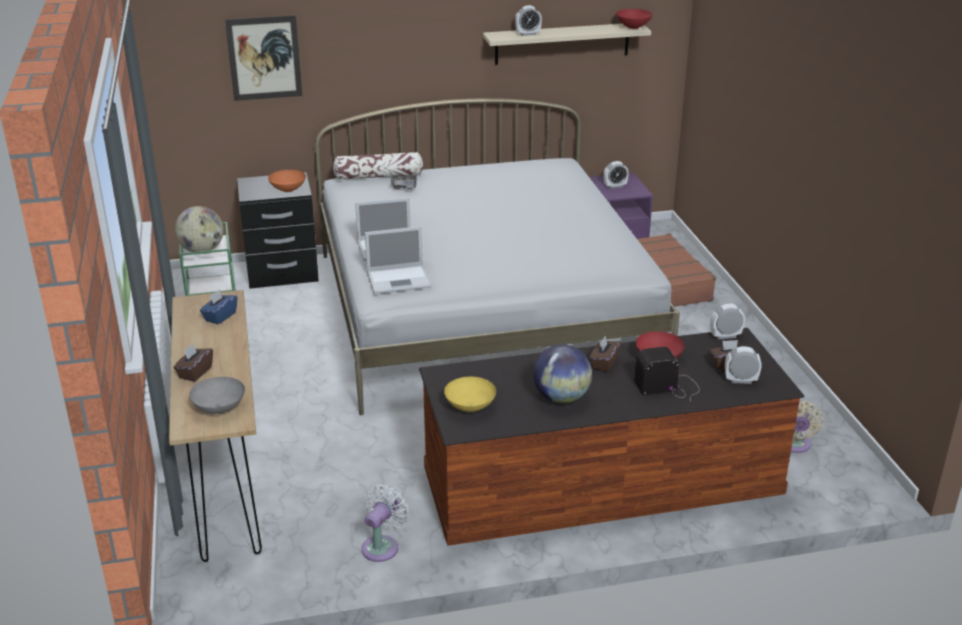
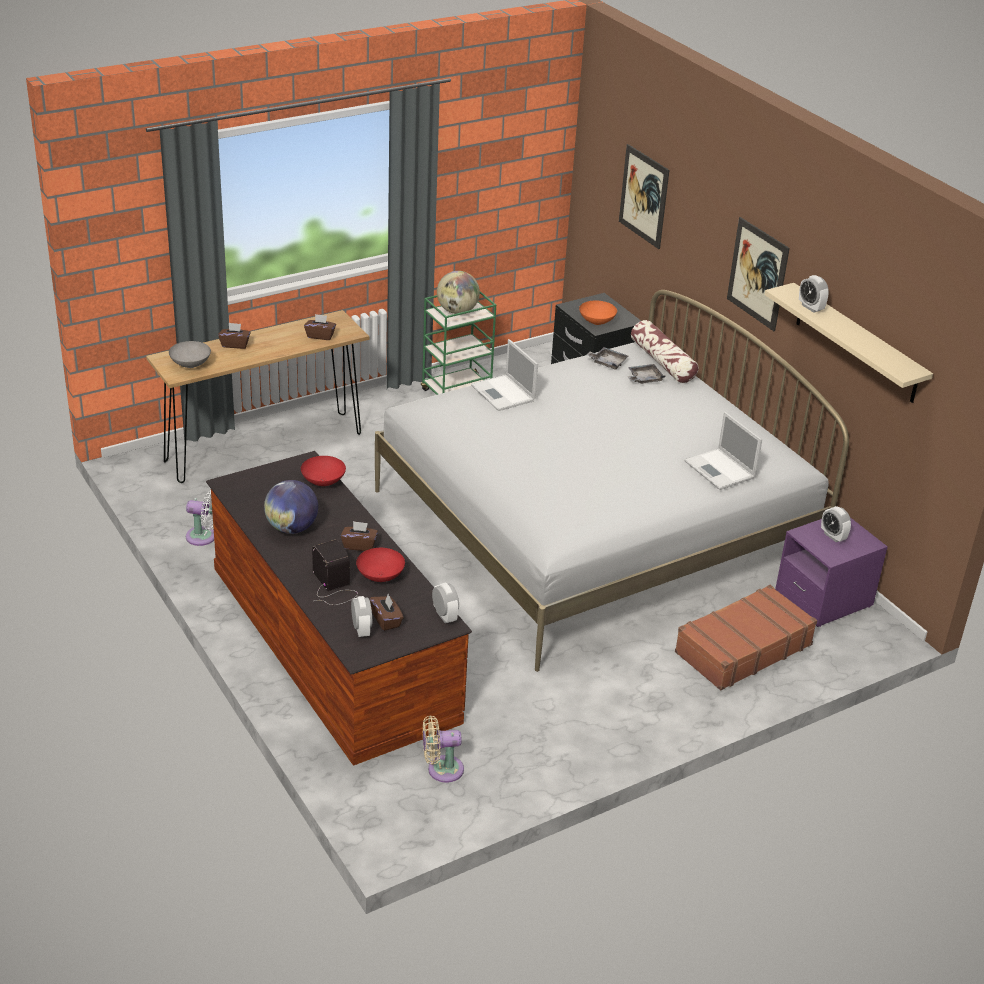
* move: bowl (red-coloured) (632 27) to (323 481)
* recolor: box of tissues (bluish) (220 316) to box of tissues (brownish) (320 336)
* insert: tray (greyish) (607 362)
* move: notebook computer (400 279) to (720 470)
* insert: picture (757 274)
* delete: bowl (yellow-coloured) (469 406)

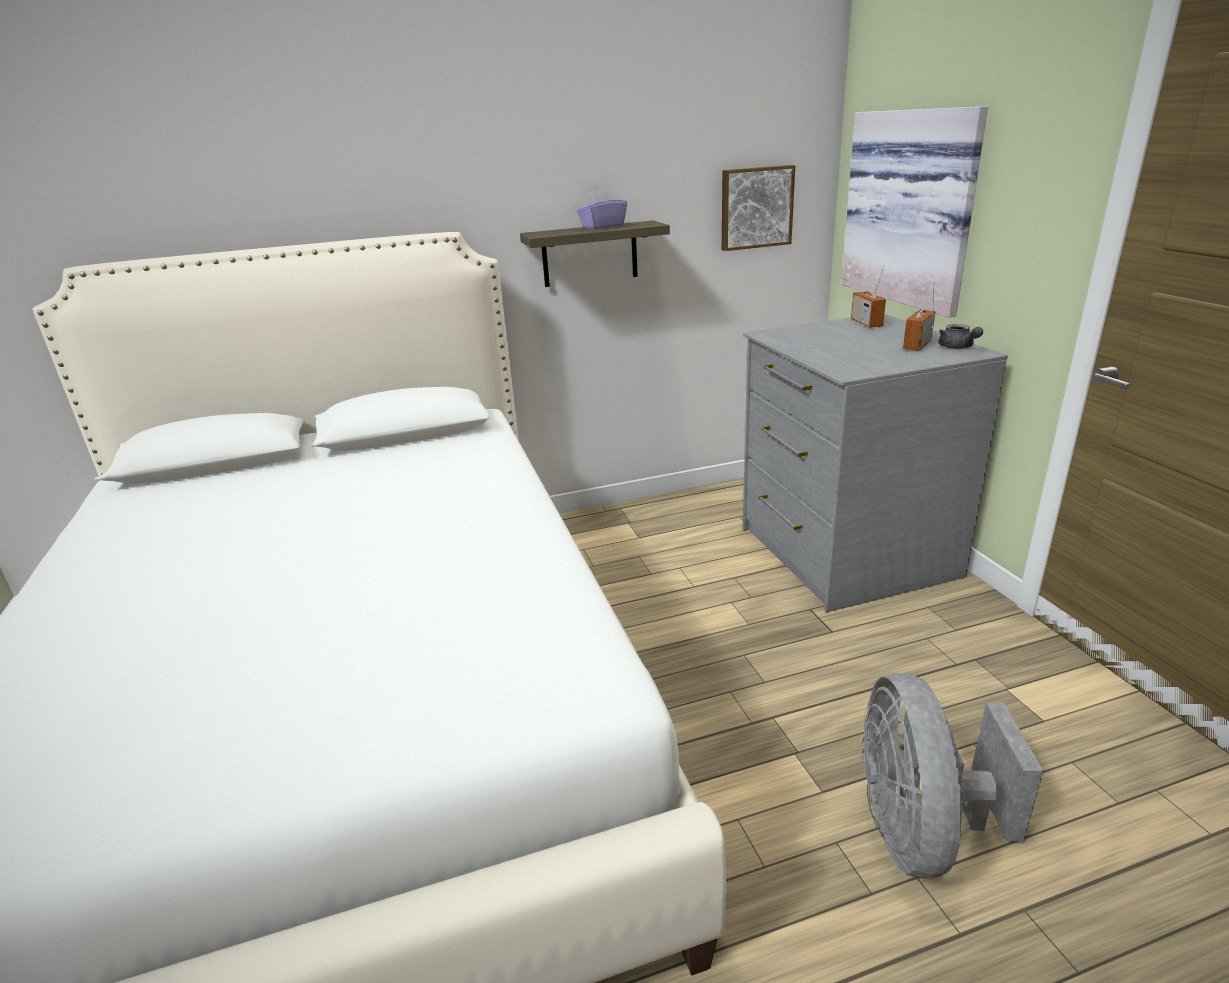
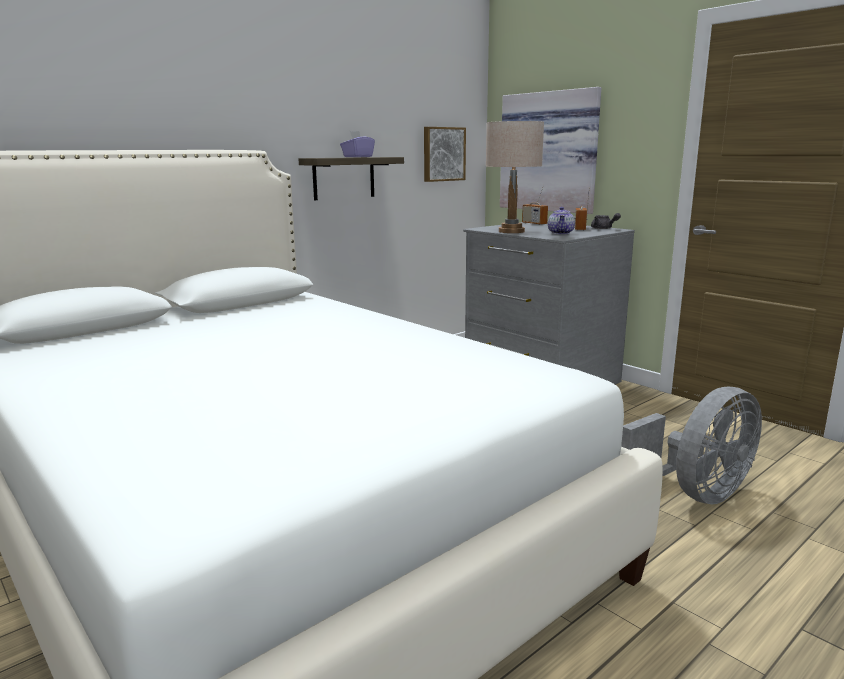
* insert: tabletop lamp (sand-coloured) (511 231)
* insert: pot for tea (561 233)
* rotate: fan (greyish) (919 831) = (696 493) 105 degrees counterclockwise

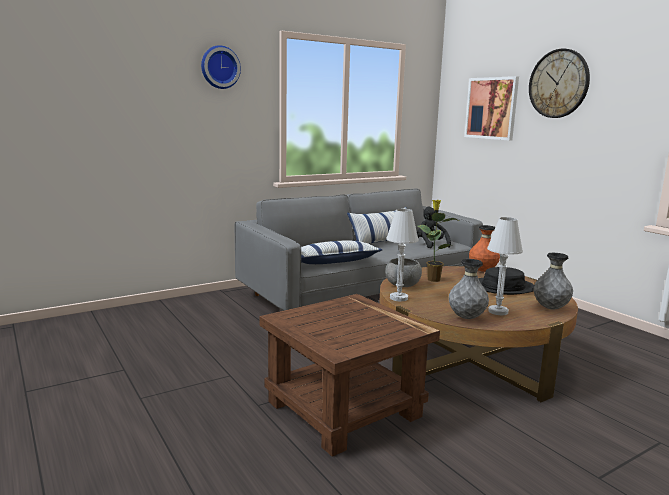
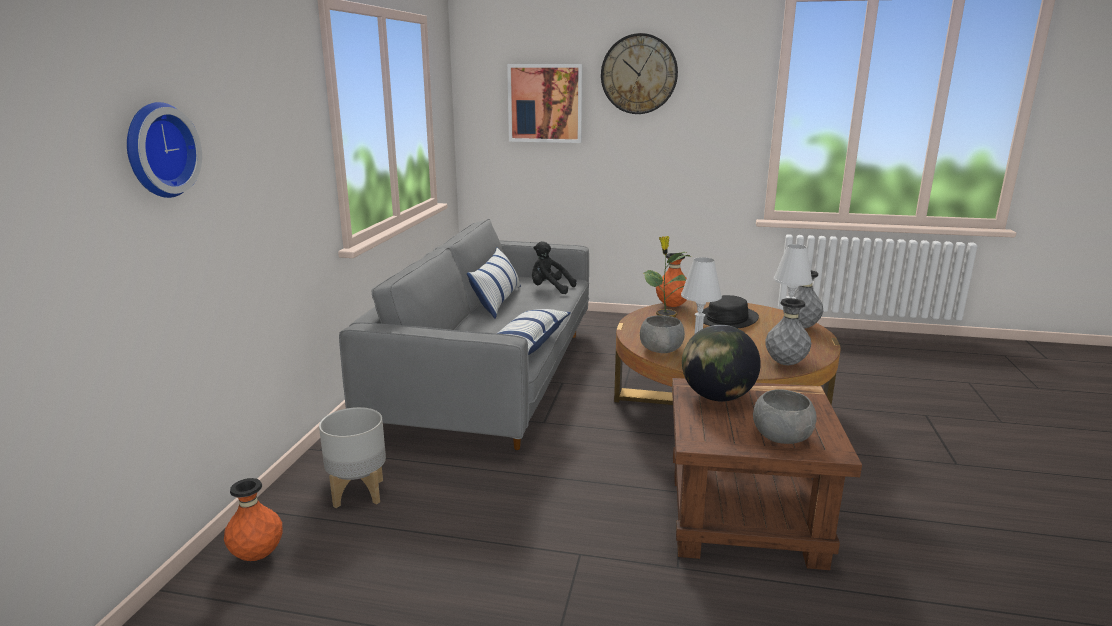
* move: clock on the wall (219 67) to (157 150)
* insert: decorative vase (orangey) (257 555)
* insert: flower pot (greyish) (359 493)
* insert: world globe (717 397)
* insert: bowl (greyish) (781 437)

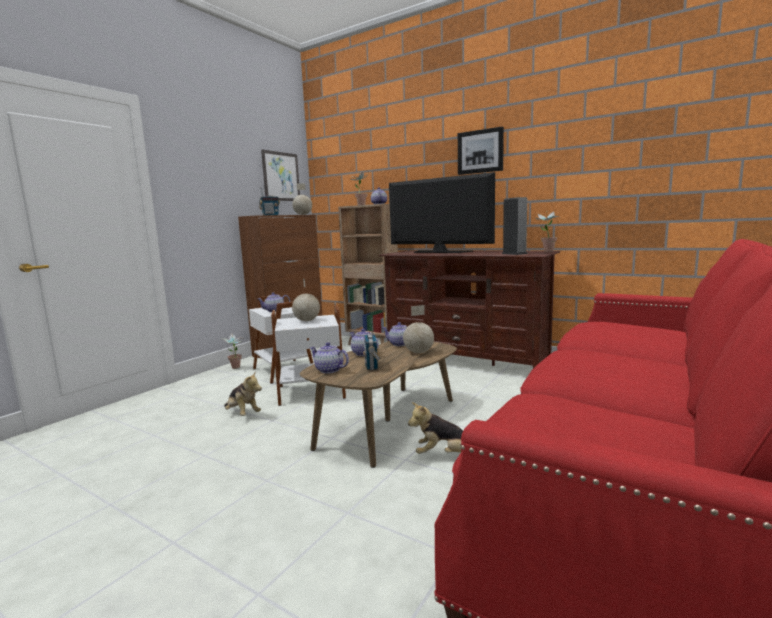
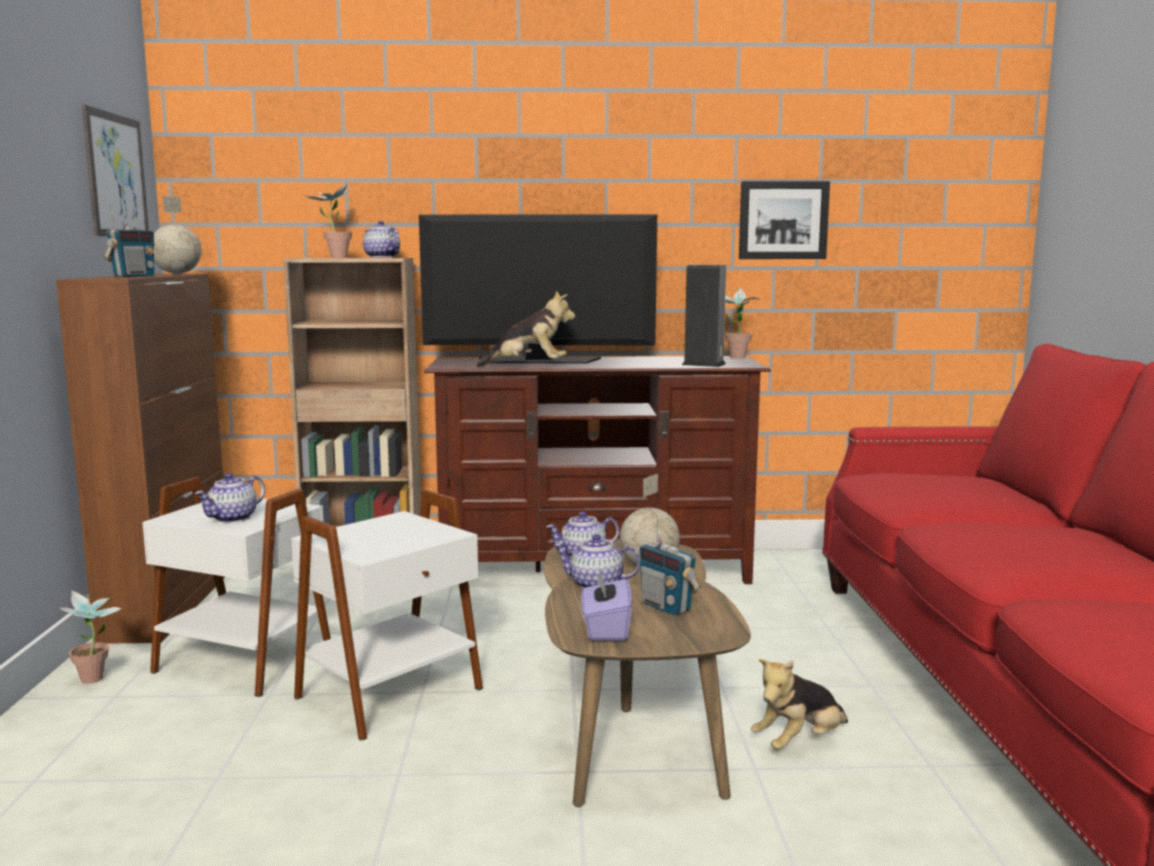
* move: plush toy (242 414) to (528 367)
* replace: pot for tea (329 370) to box of tissues (purple) (605 629)
* move: picture (480 151) to (783 220)
* delete: world globe (307 320)

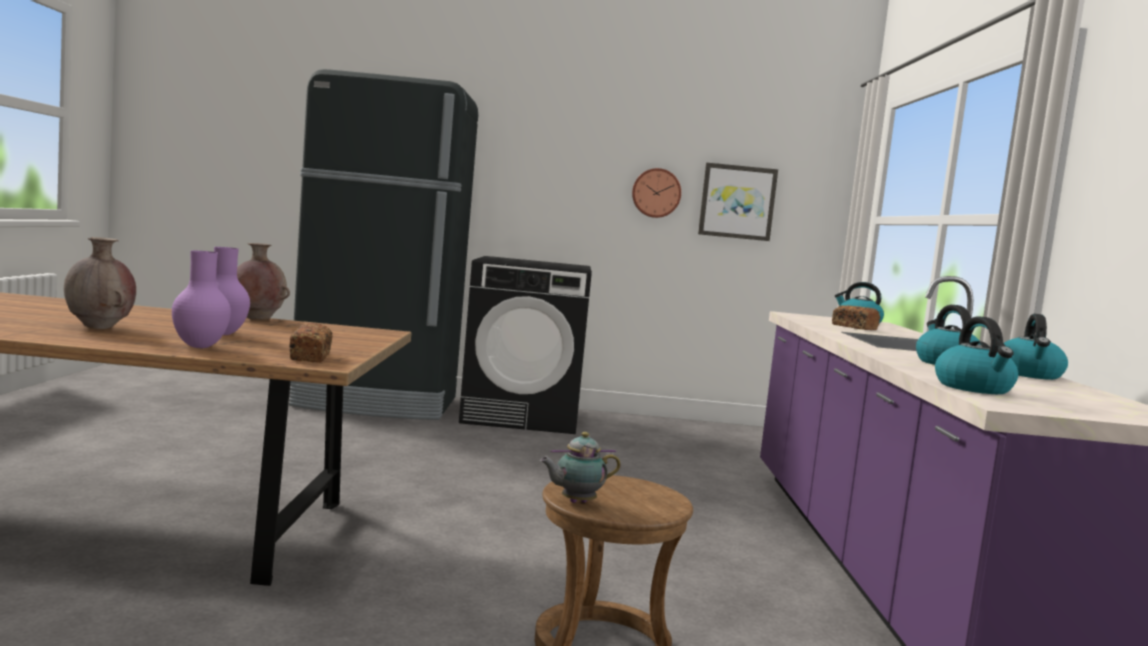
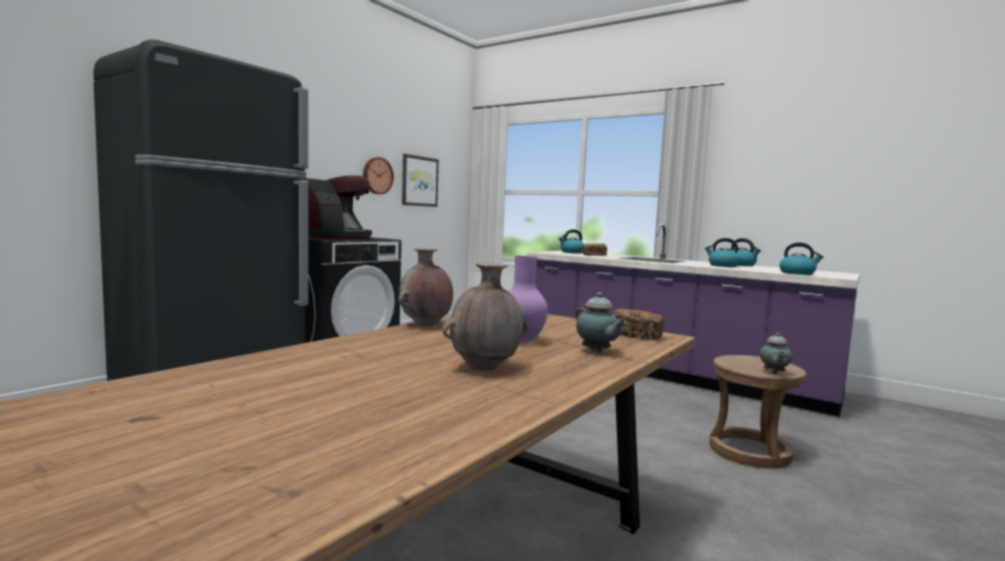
* insert: coffee brewer (336 237)
* replace: decorative vase (purple) (200 346) to pot for tea (597 352)

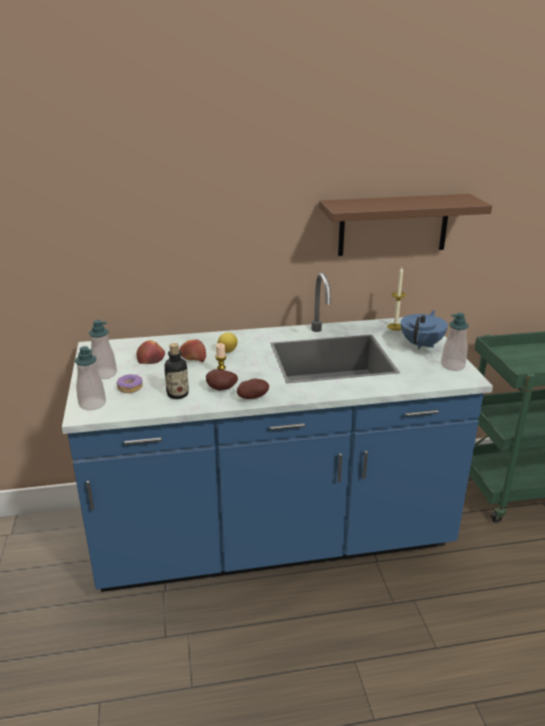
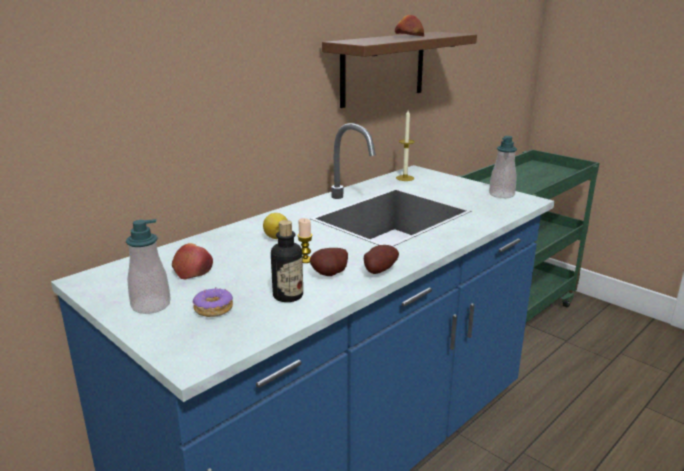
* move: apple fruit (193 357) to (409 36)
* delete: liquid soap bottle (92 404)
* delete: pot for tea (bluish) (422 344)

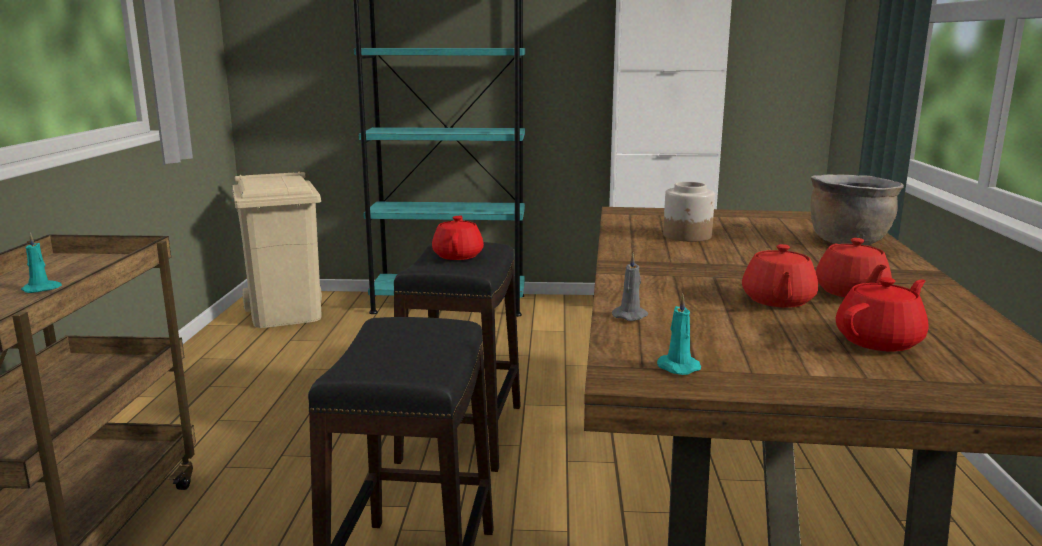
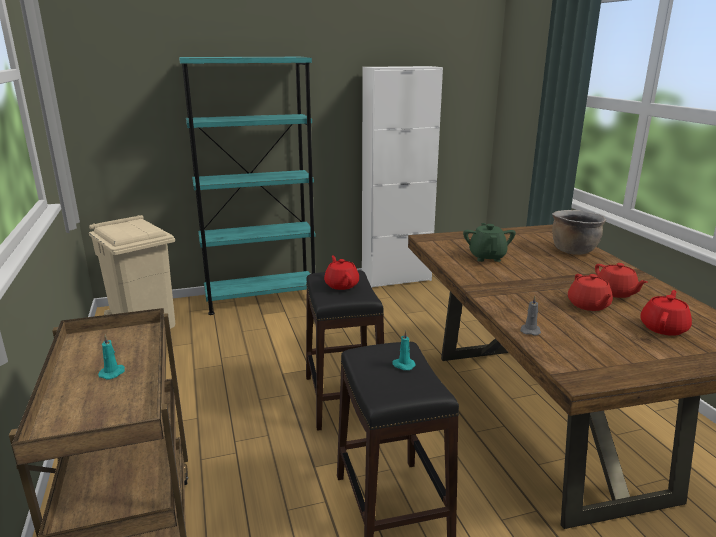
* move: wax light (blue-green) (676 367) to (403 365)
* replace: storage jar (687 236) to pot for tea (green-coloured) (487 257)

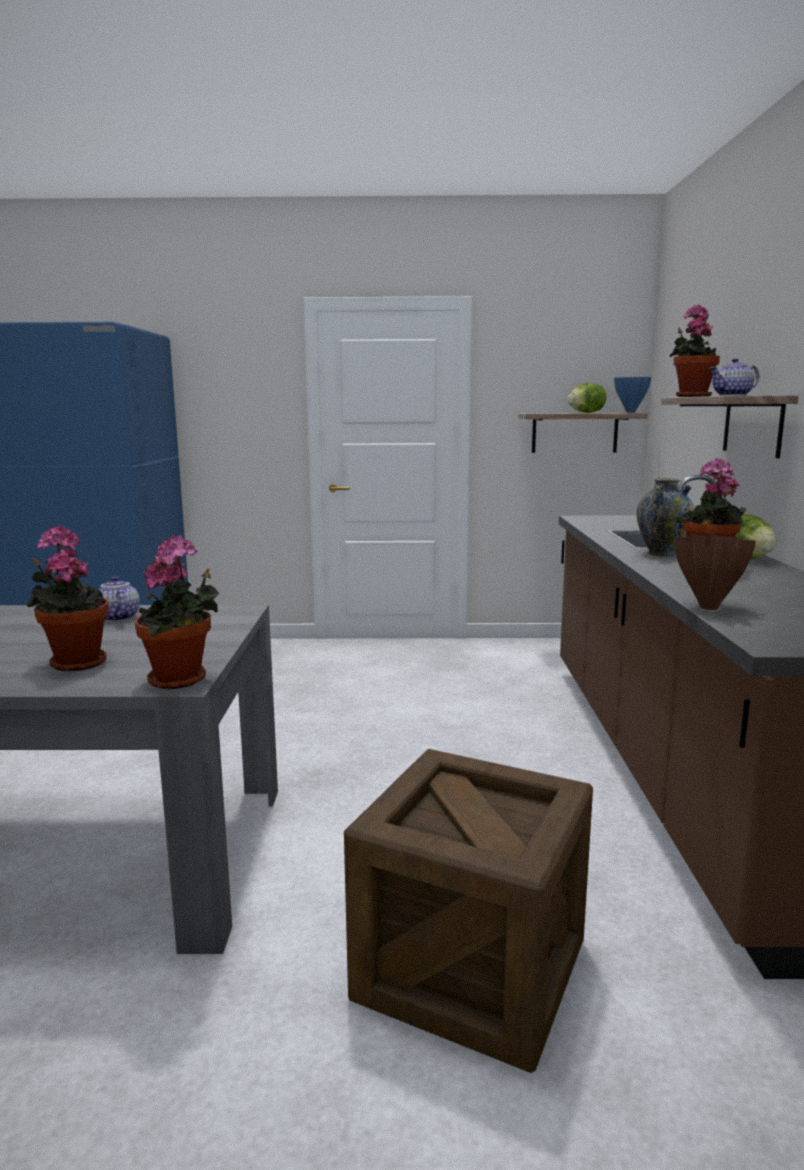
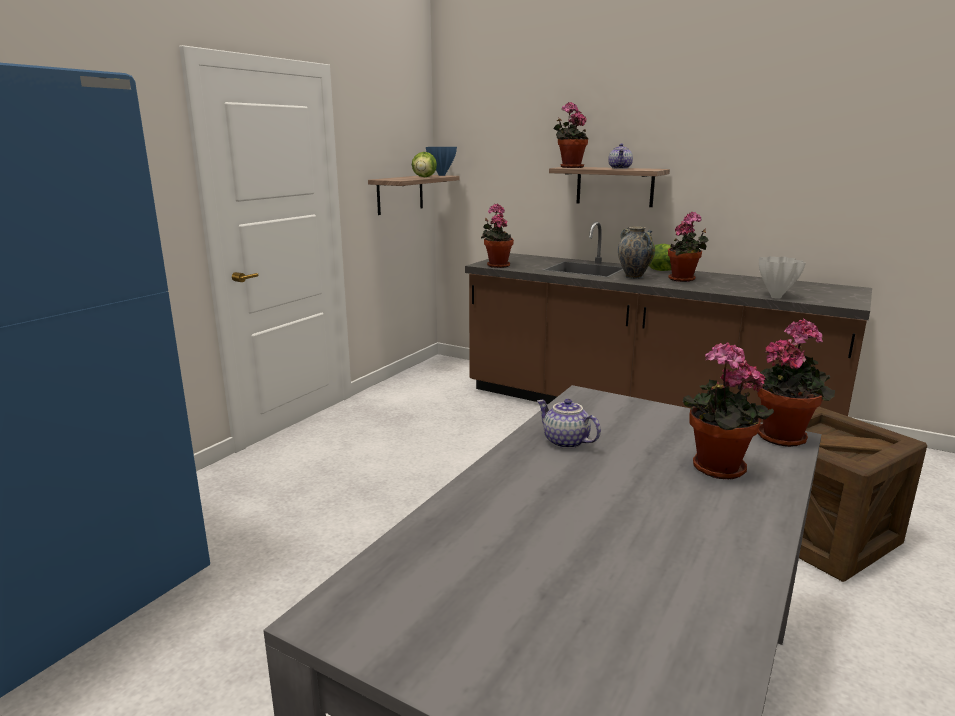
* insert: plant in a pot (497 265)
* rotate: pot for tea (117 618) = (565 442) 45 degrees clockwise
* recolor: decorative vase (brownish) (708 607) to decorative vase (white-coloured) (775 297)

